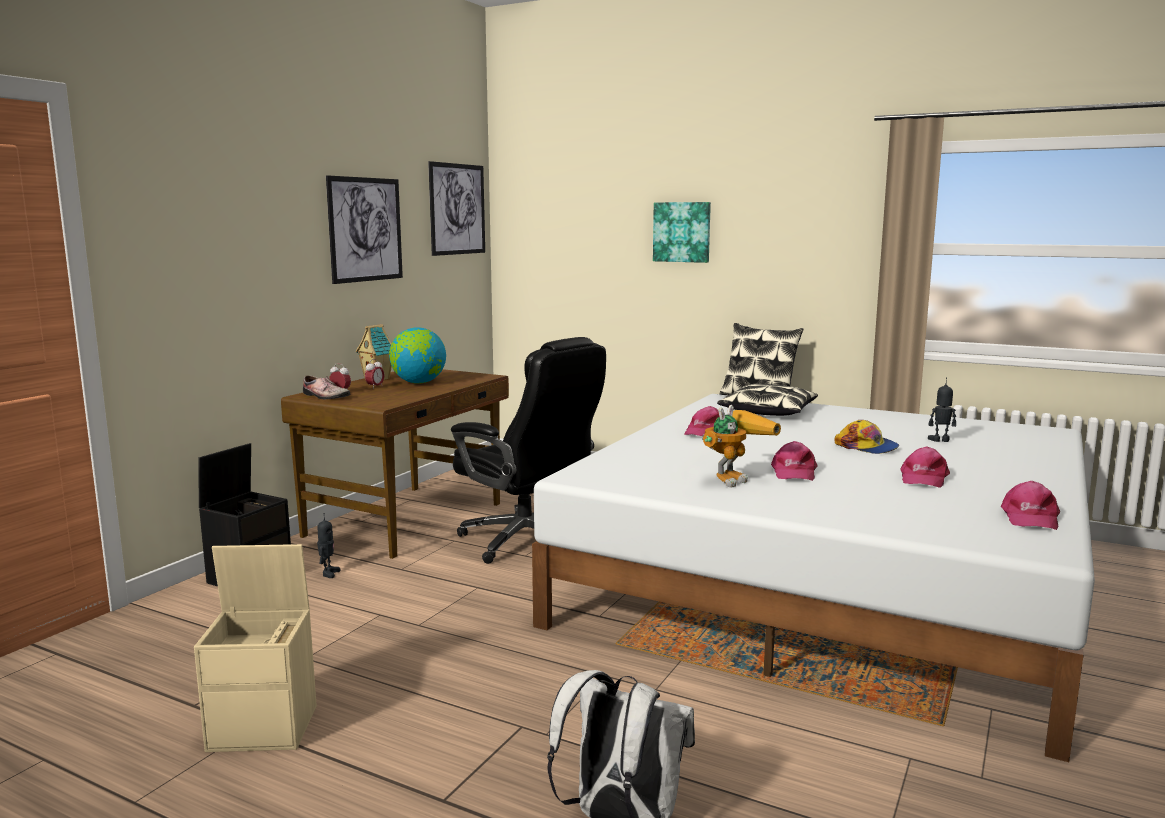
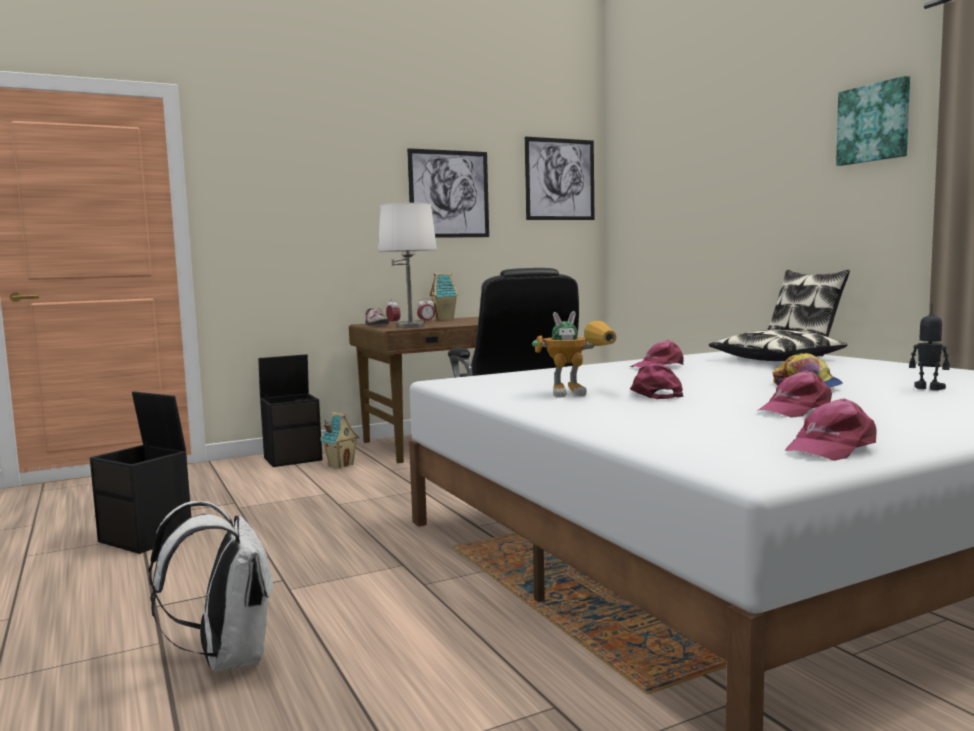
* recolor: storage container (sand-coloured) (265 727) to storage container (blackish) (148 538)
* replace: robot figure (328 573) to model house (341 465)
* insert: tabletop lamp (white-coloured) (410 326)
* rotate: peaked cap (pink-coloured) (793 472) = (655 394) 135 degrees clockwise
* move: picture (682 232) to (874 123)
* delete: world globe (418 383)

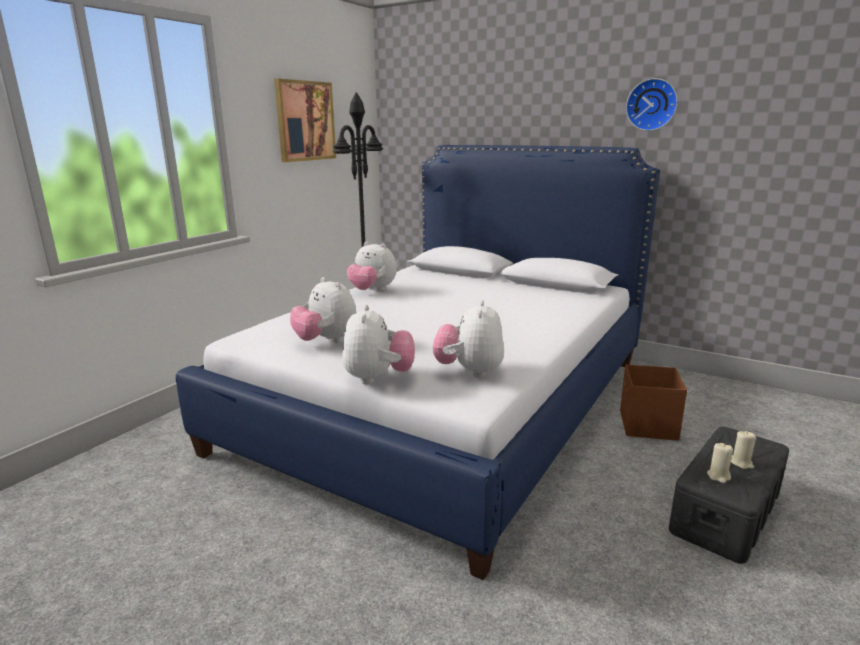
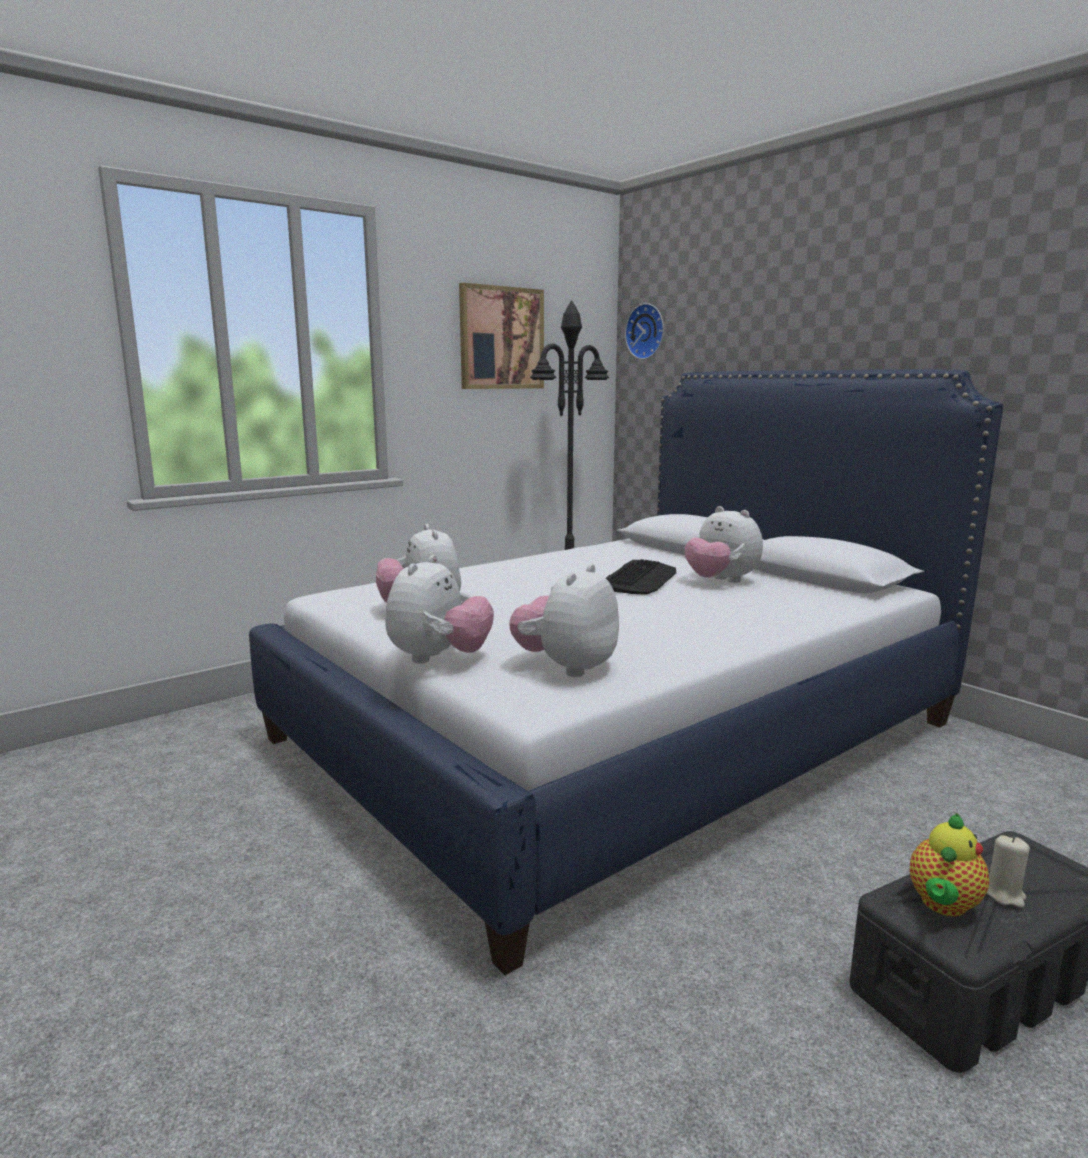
* insert: PC keyboard (640 579)
* move: clock on the wall (652 105) to (647 331)
* move: plush toy (372 291) to (721 581)
* replace: wax light (sand-coloured) (718 476) to pot for tea (942 905)
* delete: storage container (brownish) (647 426)

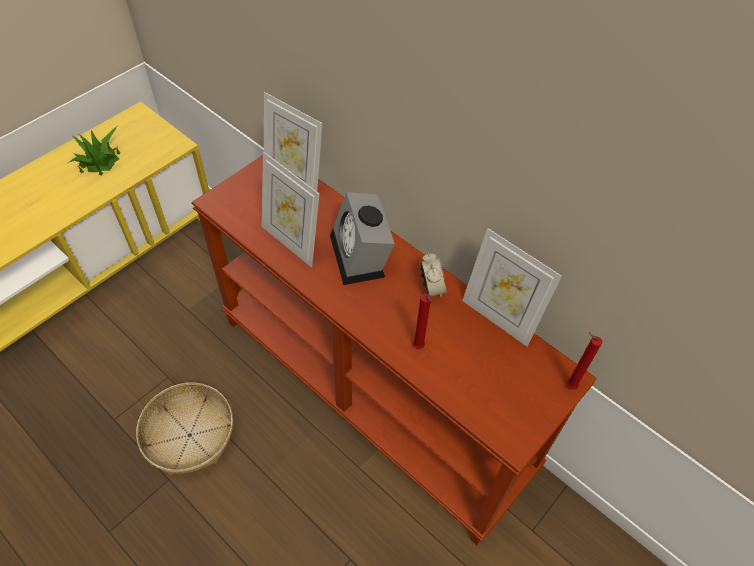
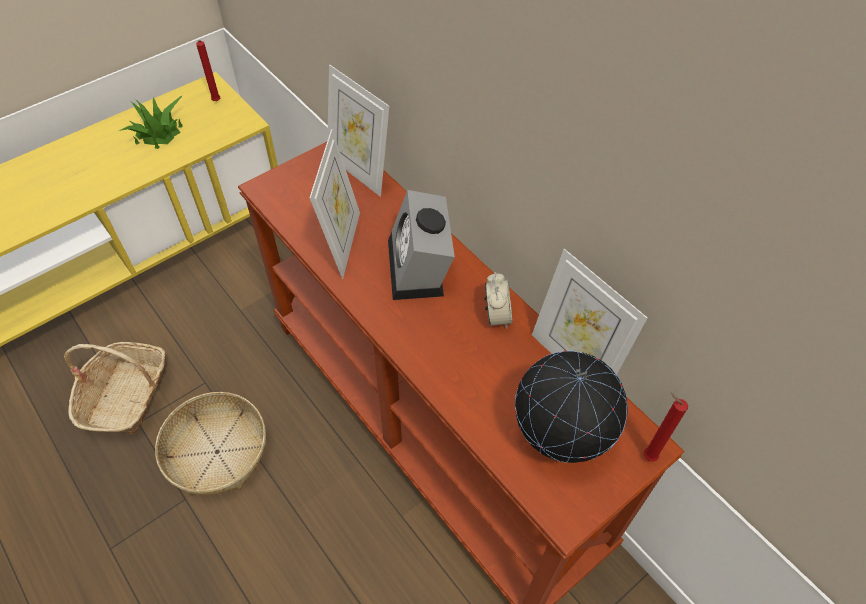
* insert: household basket (126 396)
* move: wax light (red-coloured) (419 348) to (216 102)
* rotate: picture frame (292 242) = (342 243) 135 degrees counterclockwise
* insert: world globe (559 437)

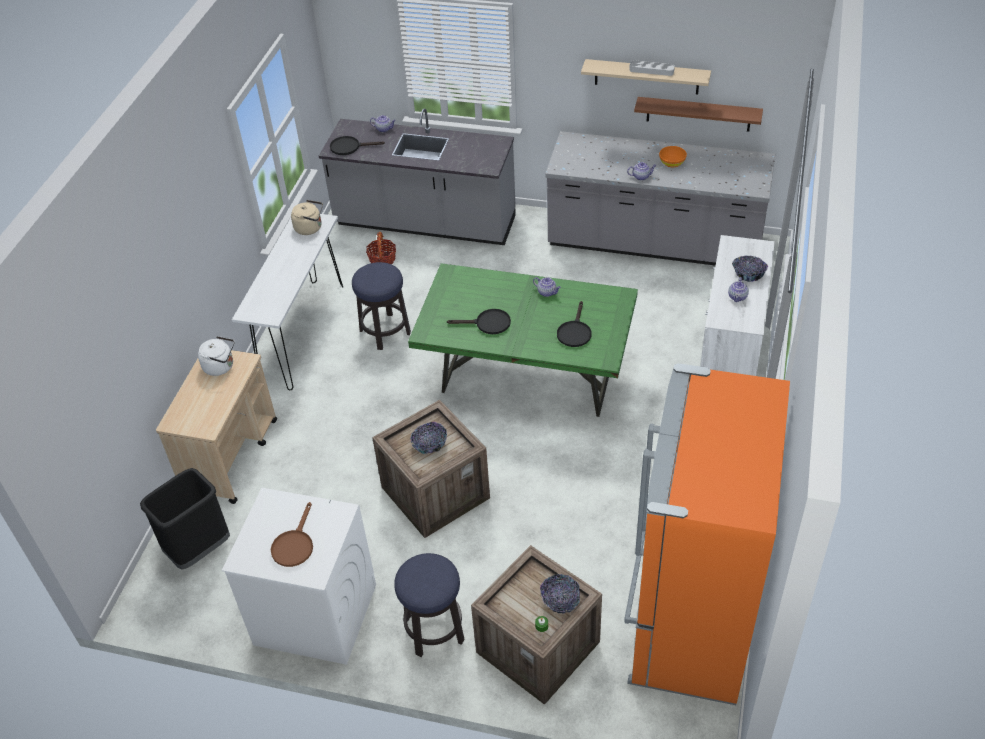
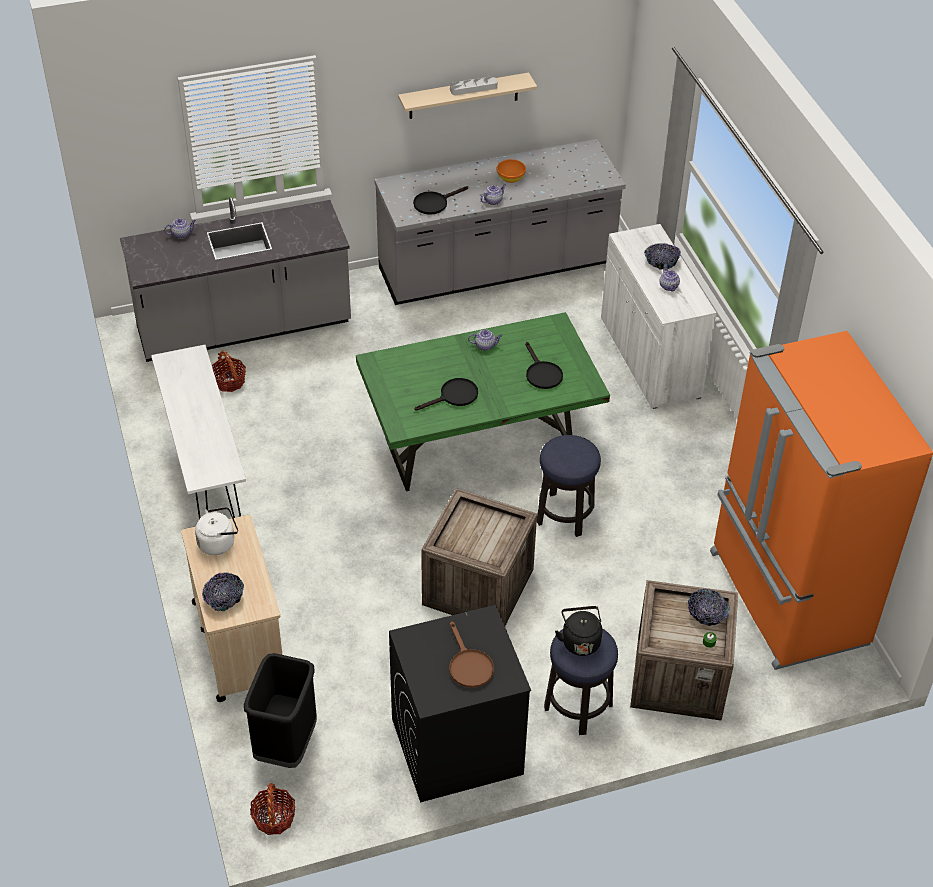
* move: bowl (429 444) to (224 598)
* insert: household basket (274 818)
* recolor: laundry appliance (white-coloured) (314 614) to laundry appliance (blackish) (456 747)
* move: pan (blackish) (349 147) to (434 203)
* move: sitting stool (385 332) to (565 515)
* insert: tea kettle (blackish) (580 641)
* delete: tea kettle (sand-coloured) (310 228)
* delete: shelf (brownish) (698 114)

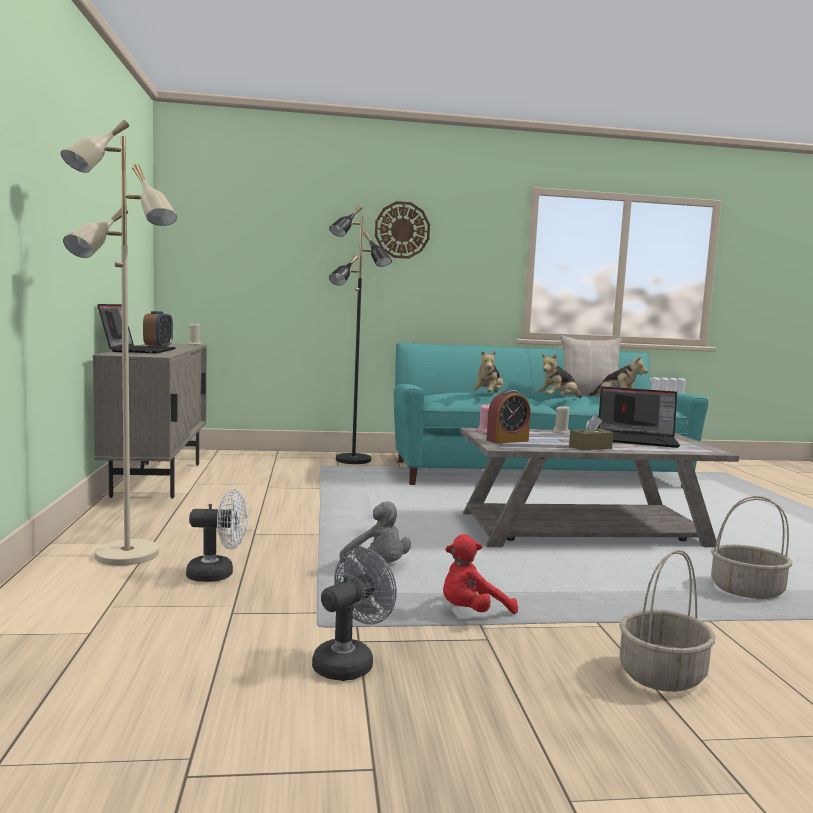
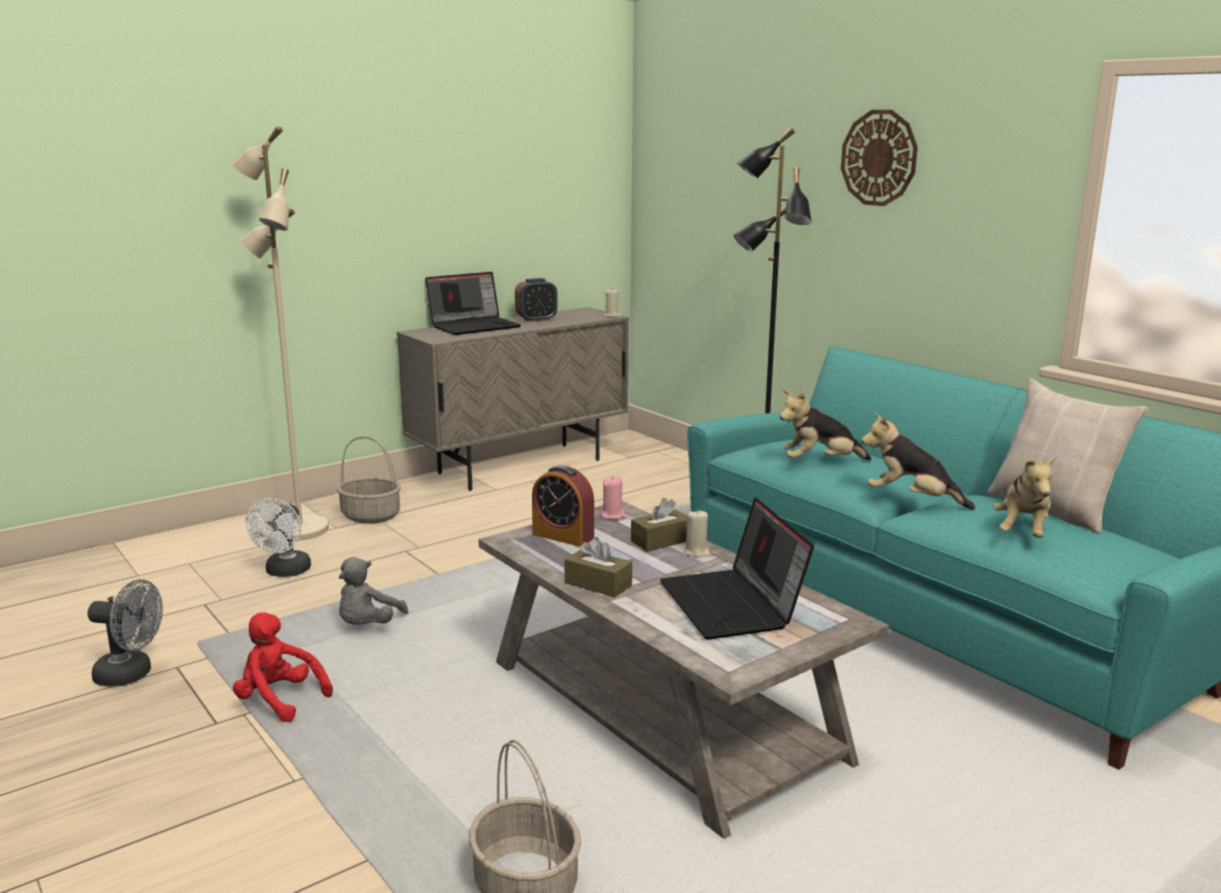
* rotate: fan (white-coloured) (218 574) = (285 572) 45 degrees clockwise
* move: household basket (662 675) to (370 516)
* insert: box of tissues (brownish) (661 541)

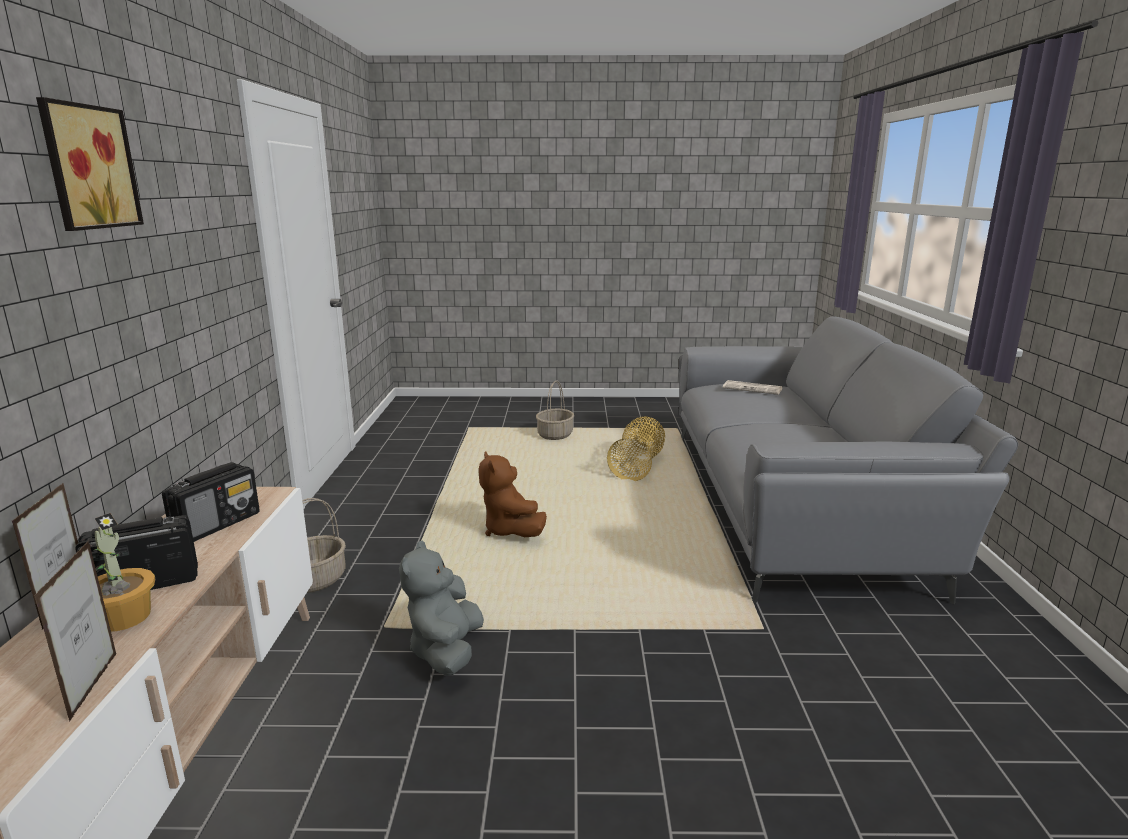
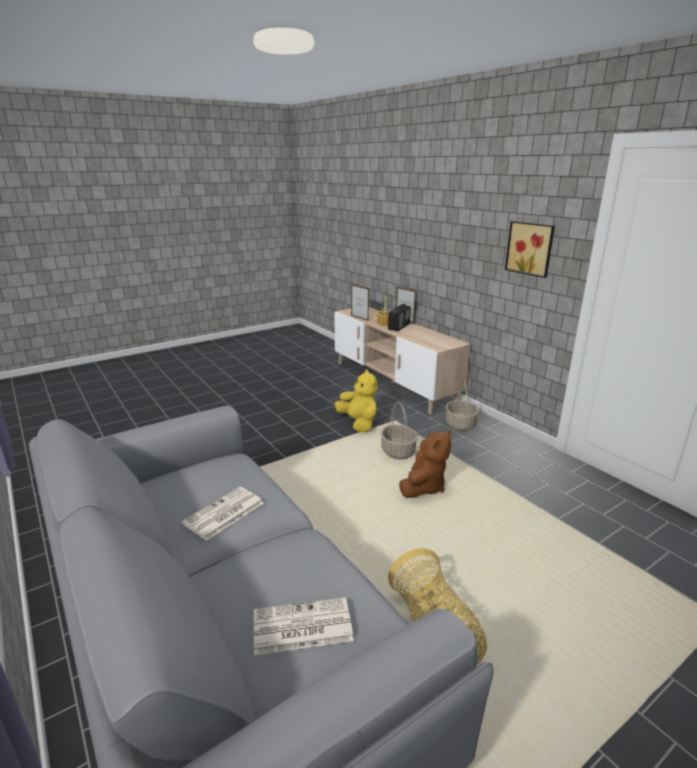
* insert: daily paper (223 514)
* recolor: plush toy (greyish) (446 651) to plush toy (yellow-coloured) (358 423)
* move: household basket (555 435) to (397 451)
* rotate: plush toy (brownish) (510 530) = (424 487) 90 degrees clockwise
* move: picture (86 167) to (530 248)
* delete: radio (217 524)

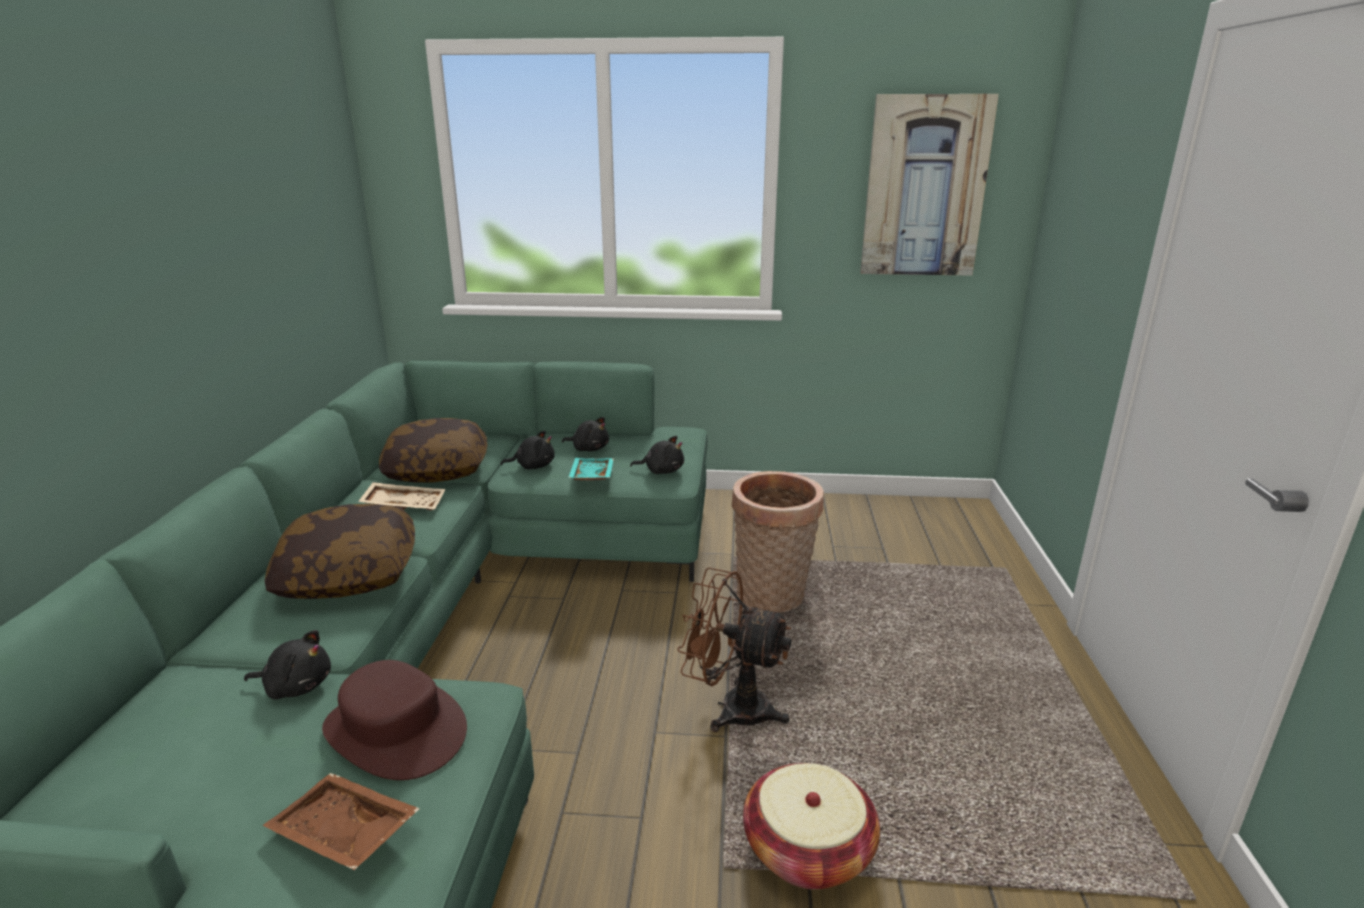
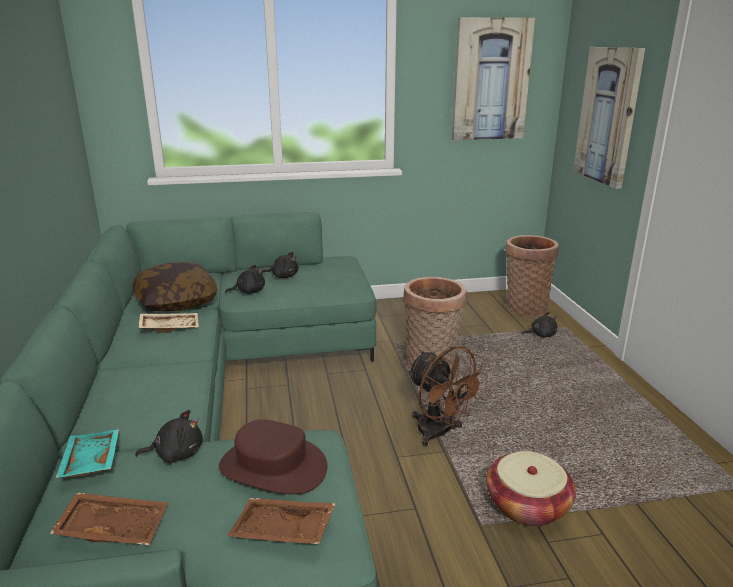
* insert: tray (brownish) (114 527)
* move: tray (blue-green) (590 477) to (89 462)
* rotate: fan (brownish) (732 708) = (439 434) 135 degrees counterclockwise
* insert: household basket (525 307)
* move: plush toy (blackish) (661 471) to (541 335)
* insert: picture (608 116)
* delete: pillow (348 574)

